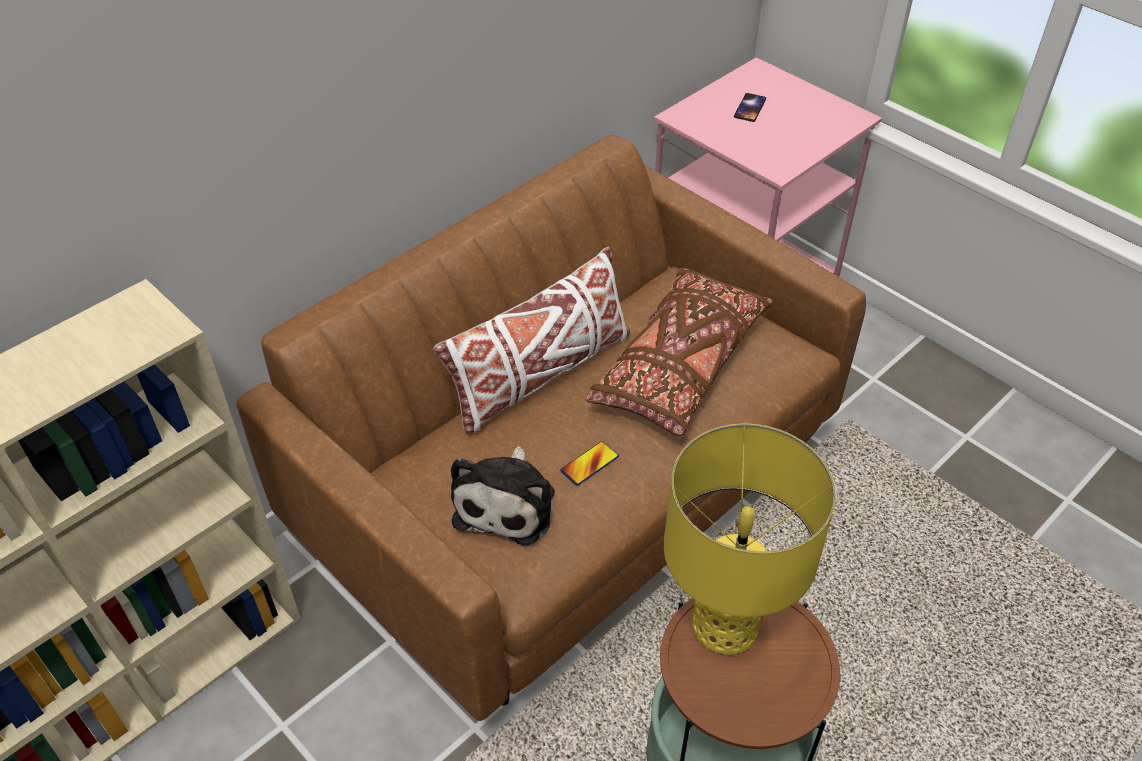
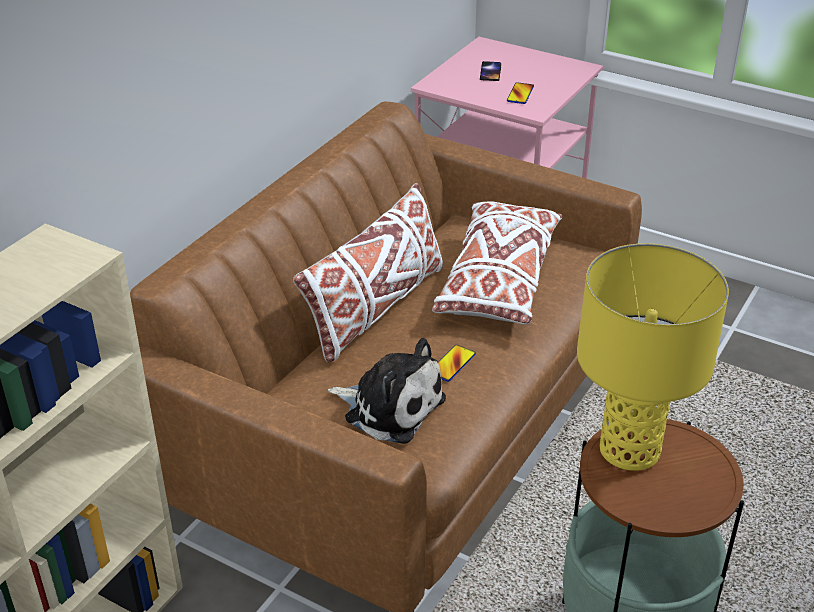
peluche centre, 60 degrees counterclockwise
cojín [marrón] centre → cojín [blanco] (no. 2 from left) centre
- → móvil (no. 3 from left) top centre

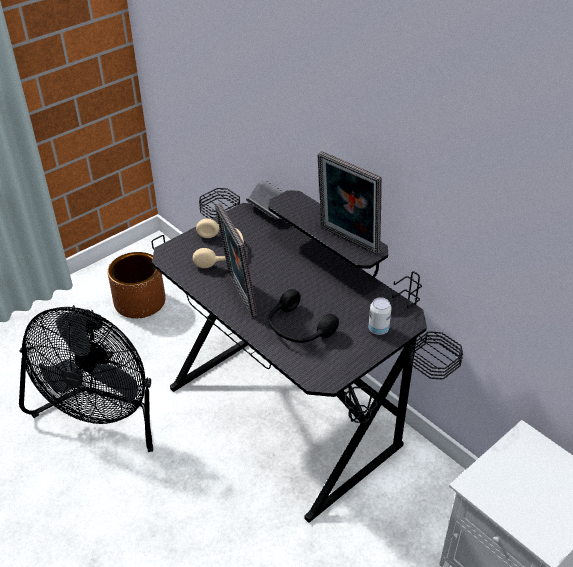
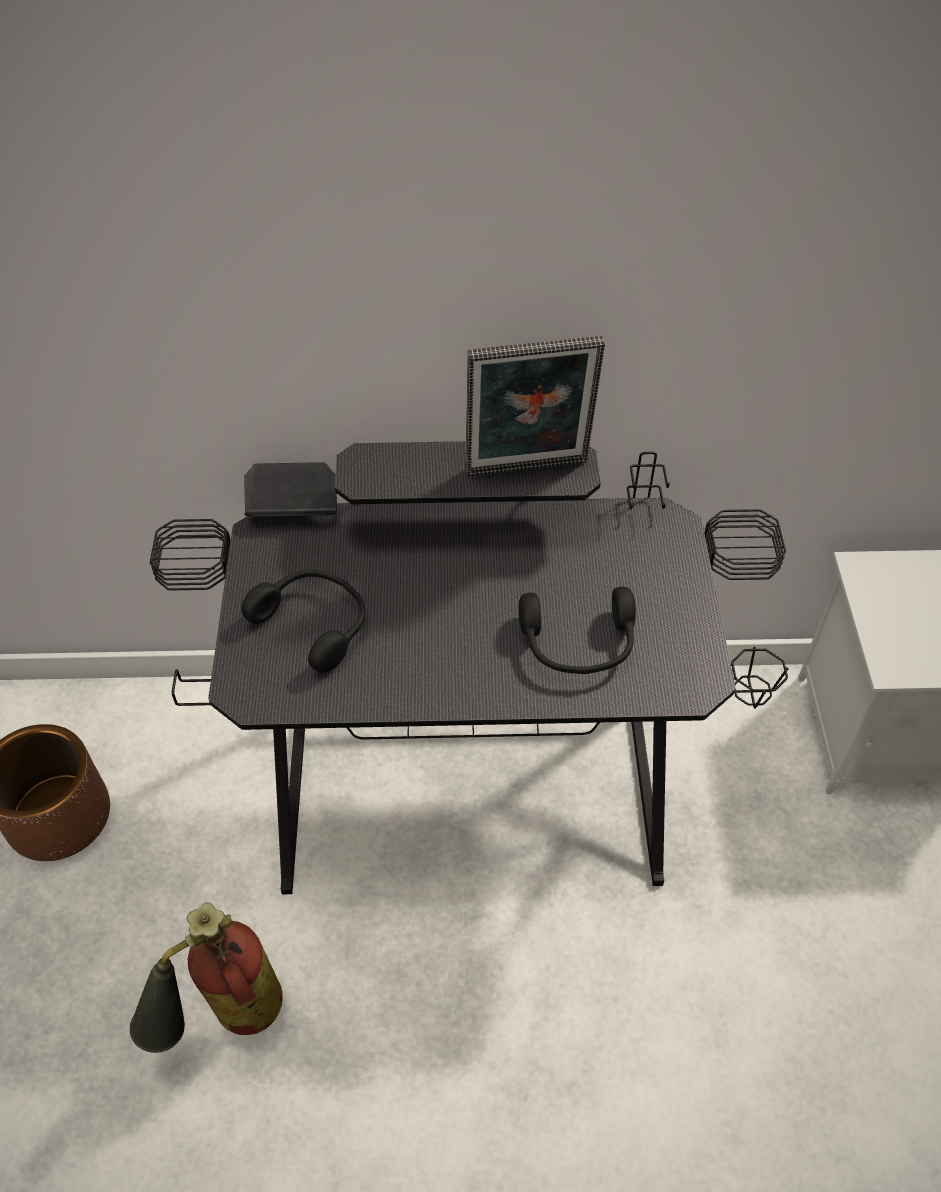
ventilador [negro] bottom left → extintor bottom left
auriculares [beis] centre → auriculares [negro] (no. 1 from left) middle left
portarretratos (no. 1 from left) centre → -
lata centre → -

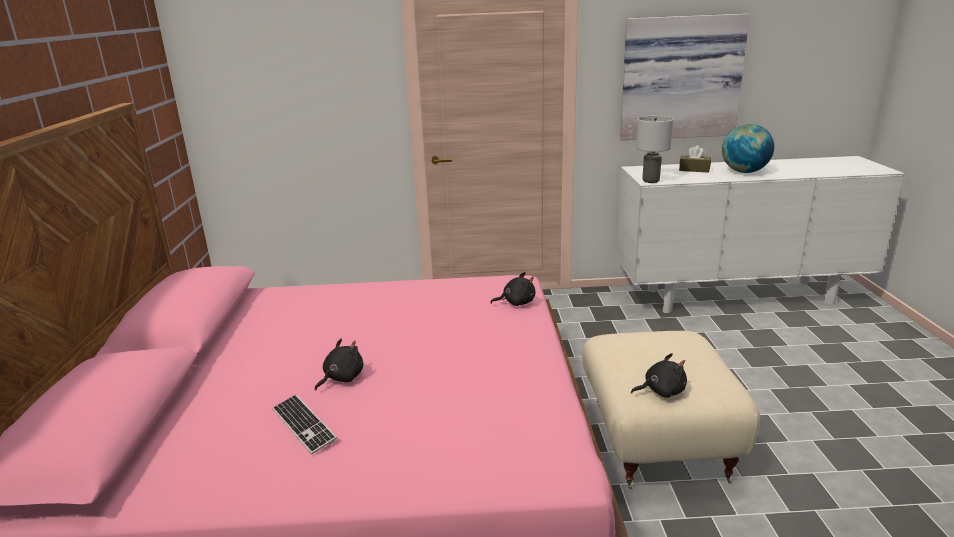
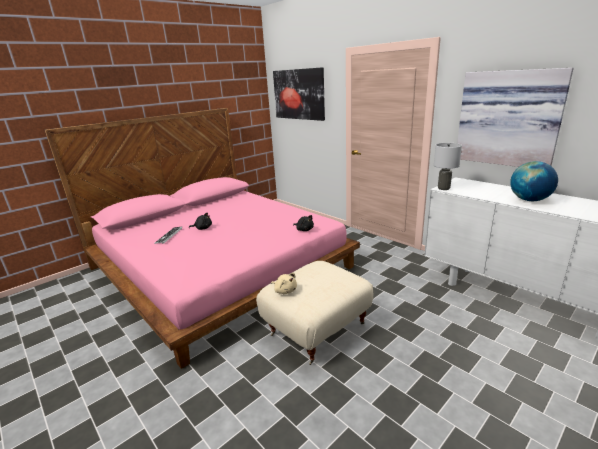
peluche [negro] (no. 3 from left) bottom right → peluche [beis] centre
caja de pañuelos [marrón] top right → -
- → cuadro (no. 1 from left) top centre

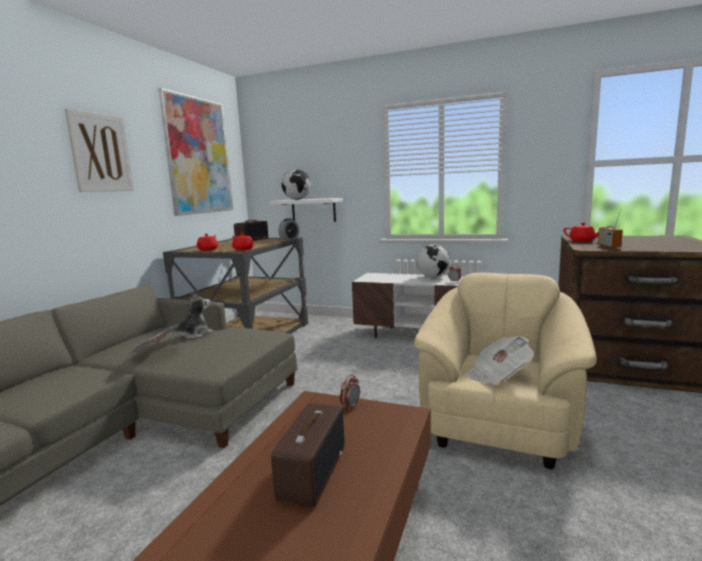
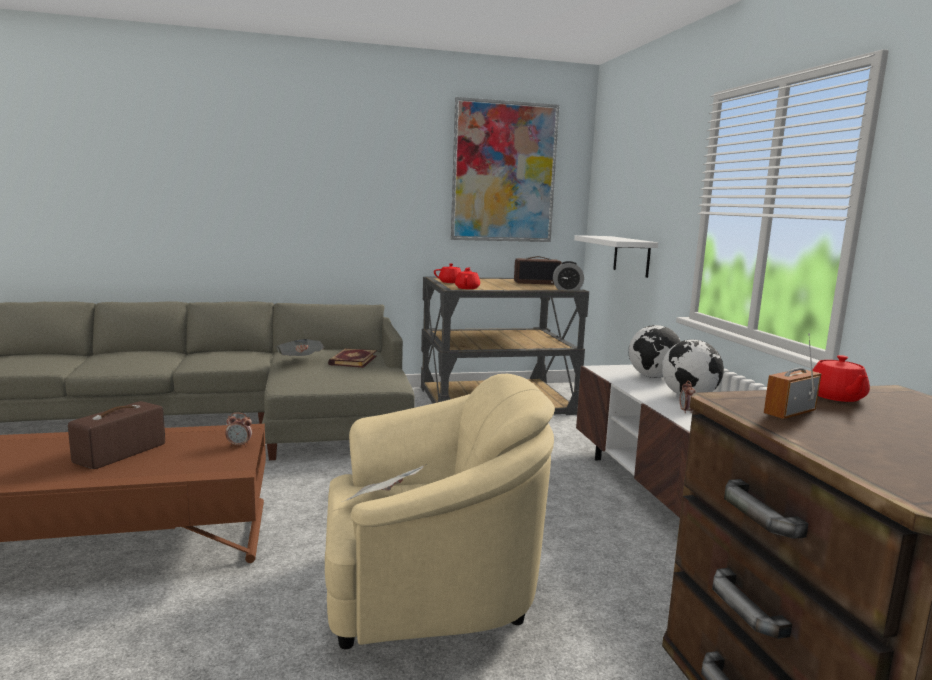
cuadro (no. 1 from left) top left → -
peluche middle left → libro centre
radio (no. 2 from left in the first image) bottom centre → radio (no. 1 from left) middle left, 135 degrees clockwise
globo terráqueo (no. 1 from left) top centre → globo terráqueo (no. 1 from left) middle right, relocated

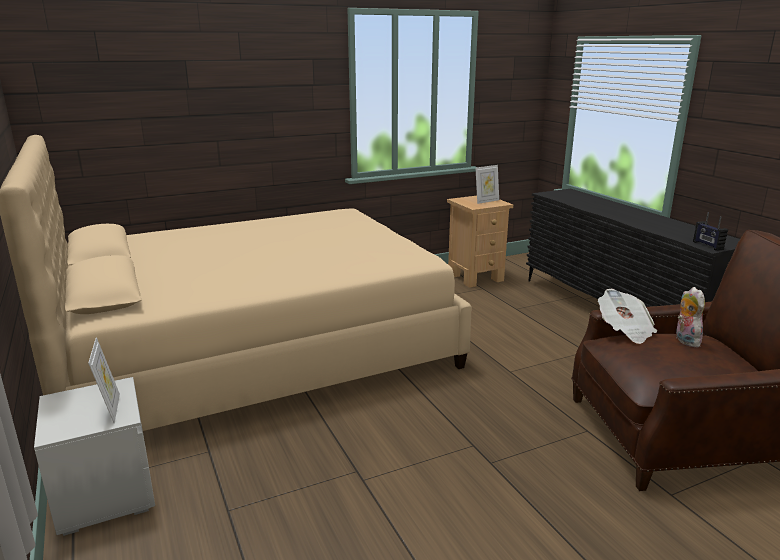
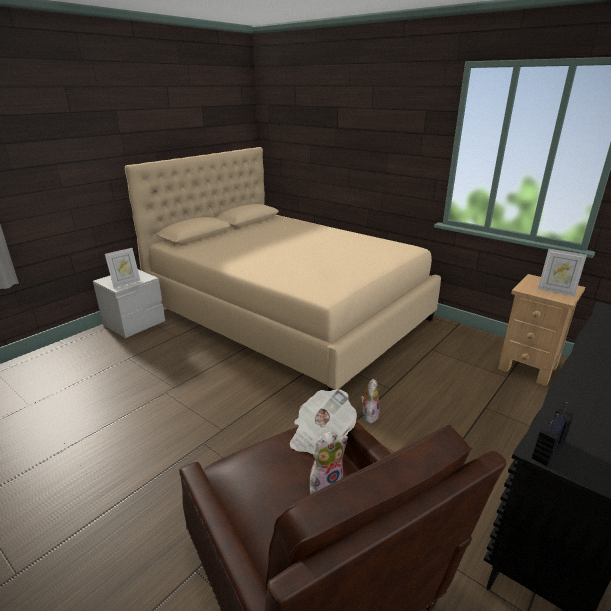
- → peluche (no. 2 from left) centre

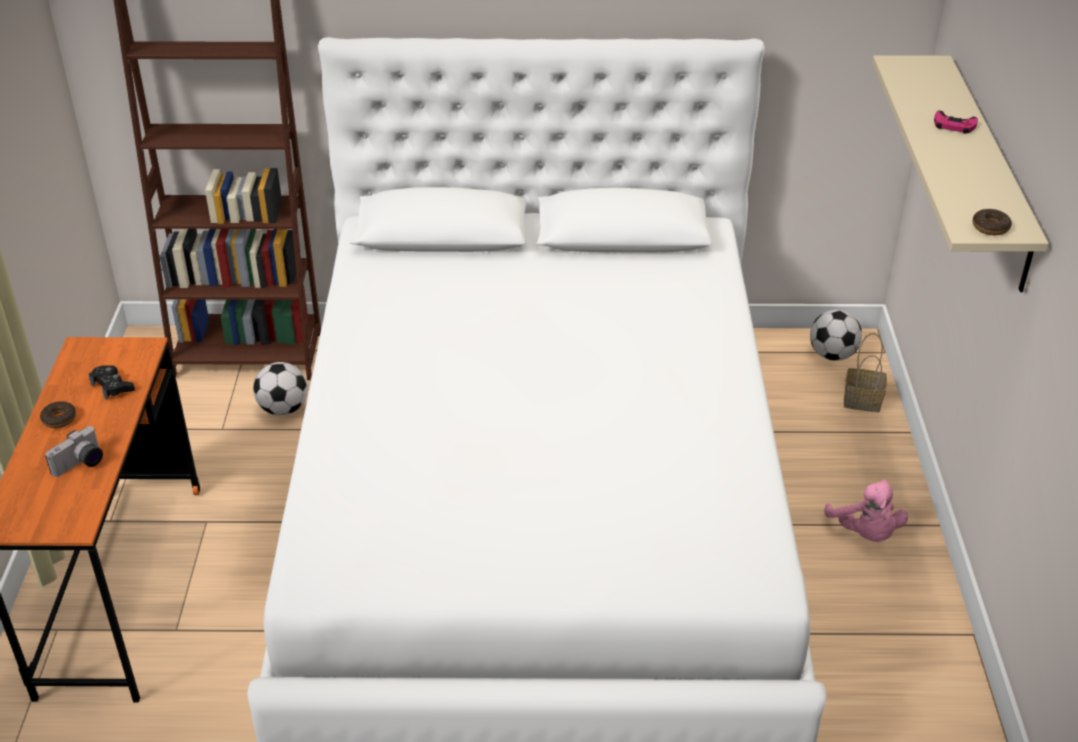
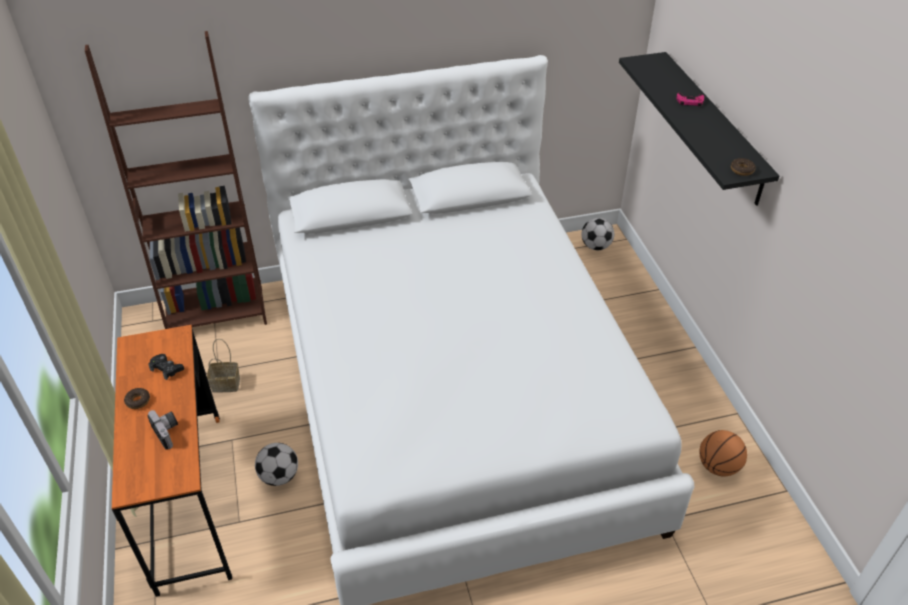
cámara middle left → cámara bottom left, 60 degrees counterclockwise
balón de fútbol (no. 1 from left) middle left → balón de fútbol (no. 1 from left) bottom left, relocated
peluche [rosa] bottom right → -
cesta middle right → cesta middle left, relocated
estante [beis] top right → estante [negro] top right
- → balón de baloncesto bottom right

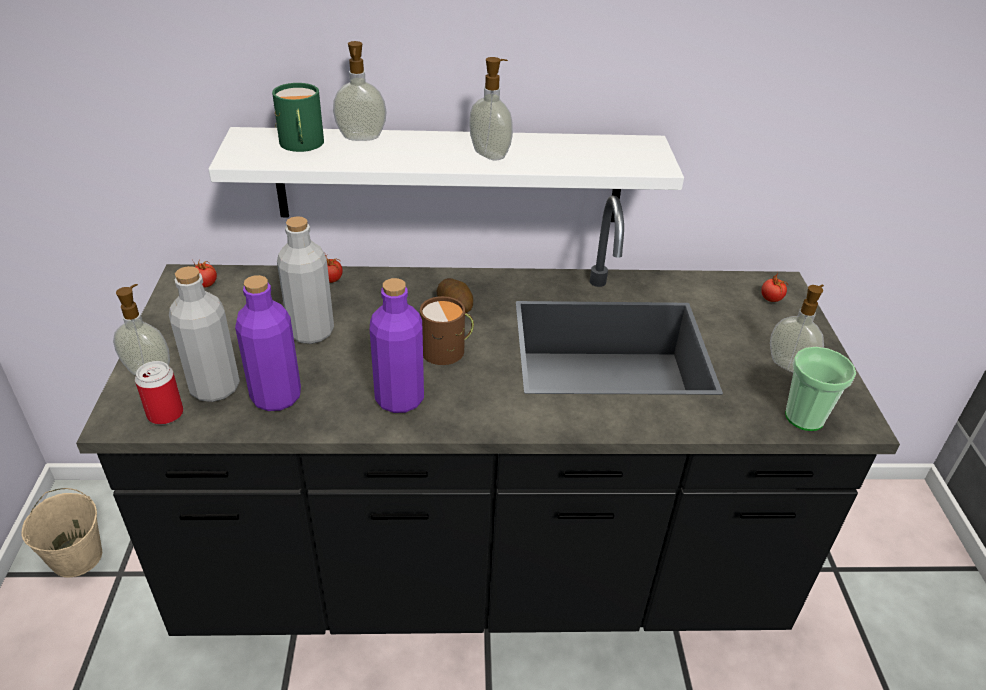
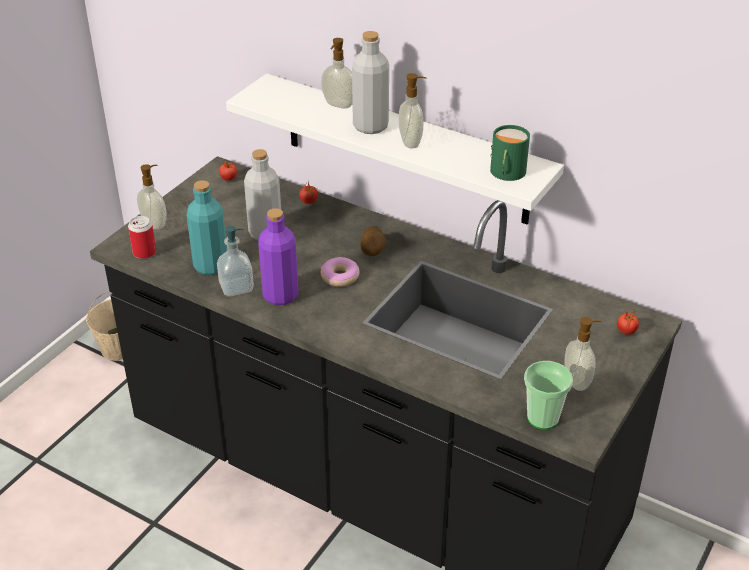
botella [gris] (no. 1 from left in the first image) middle left → botella [gris] (no. 2 from left) top centre, relocated
botella [morado] (no. 1 from left) middle left → botella [turquesa] middle left
taza grande [verde] top left → taza grande [verde] top right, relocated
taza grande [marrón] centre → rosquilla centre
- → dispensador de jabón (no. 2 from left) middle left

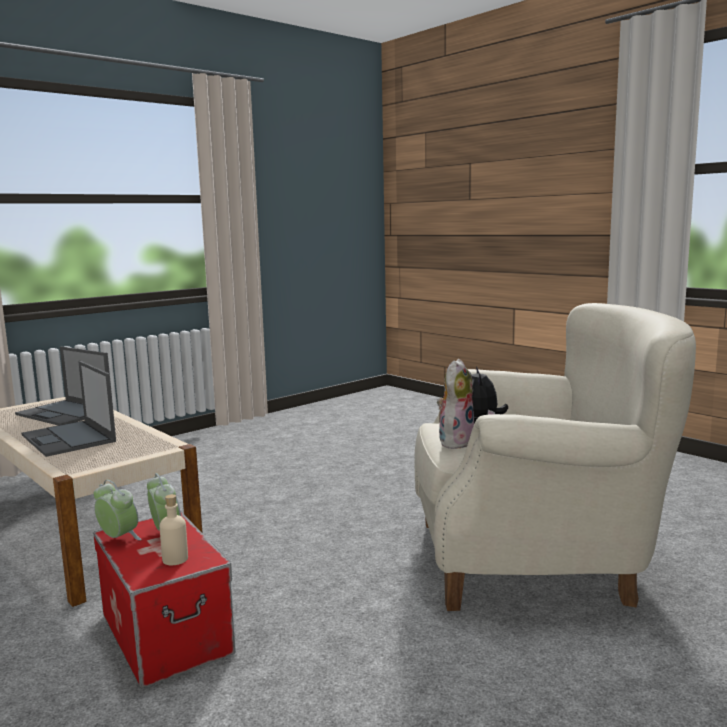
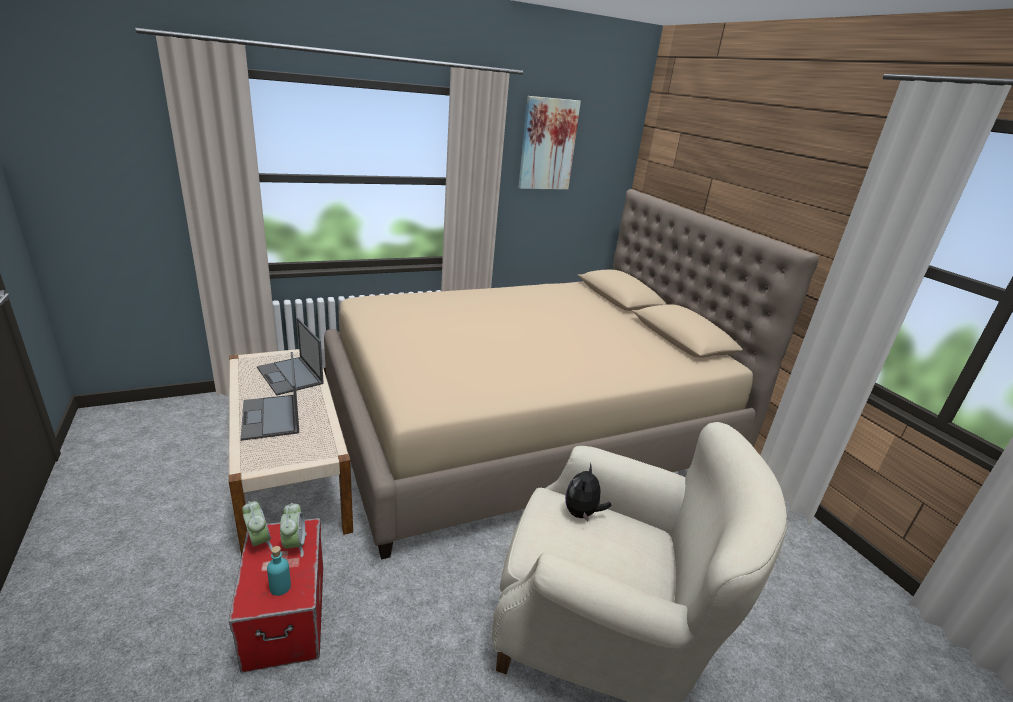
botella [beis] bottom left → botella [turquesa] bottom left
peluche (no. 1 from left) centre → -
- → cama [beis] centre
- → cuadro top centre

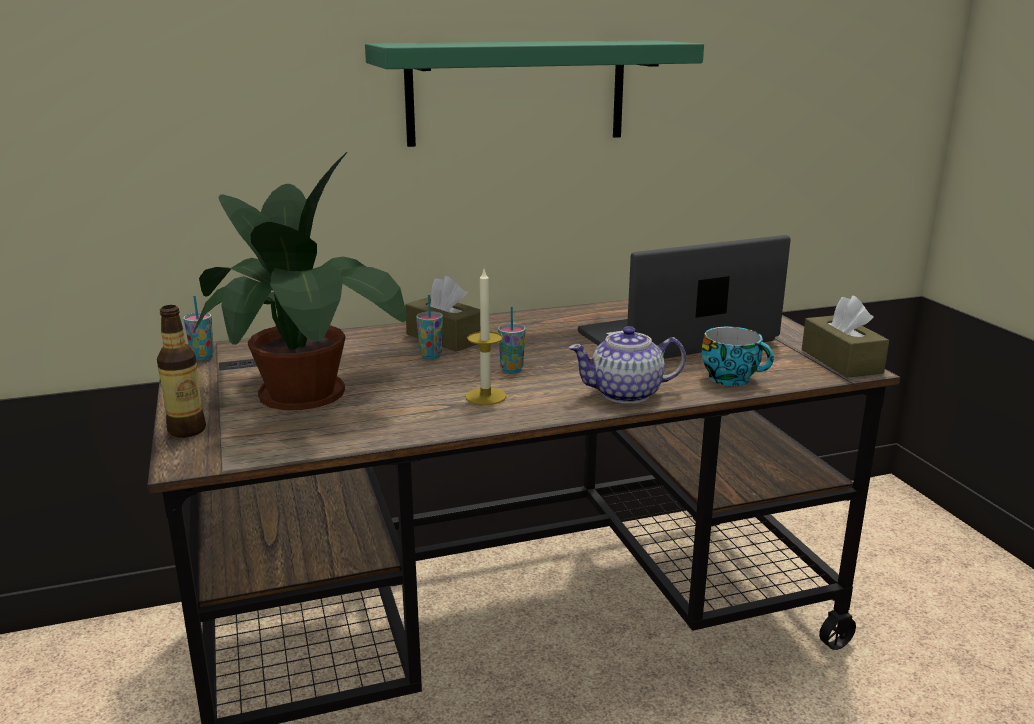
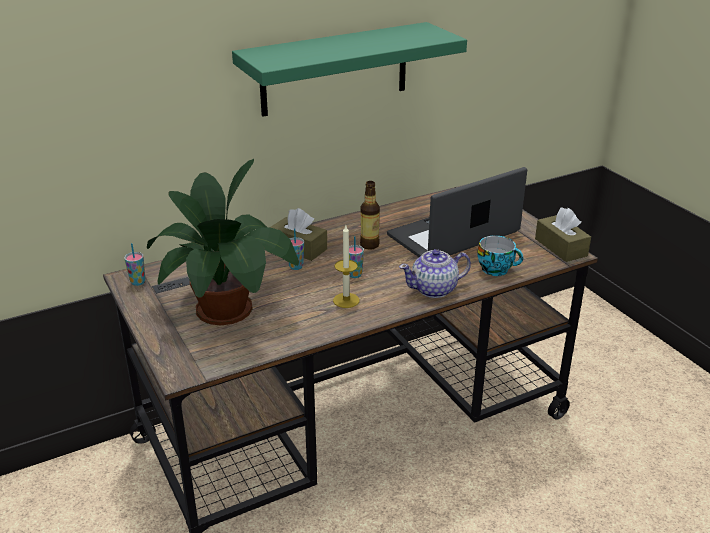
botella middle left → botella centre, relocated

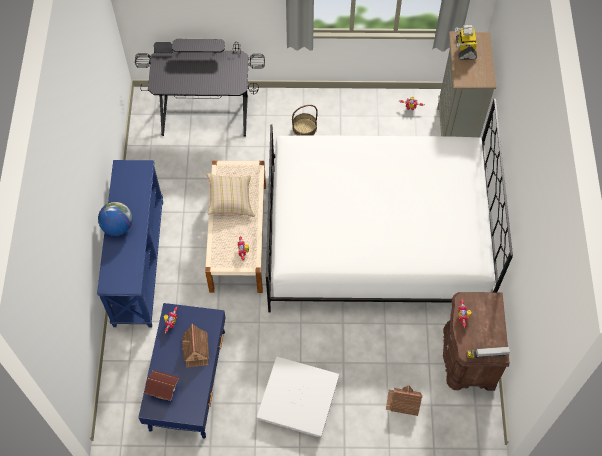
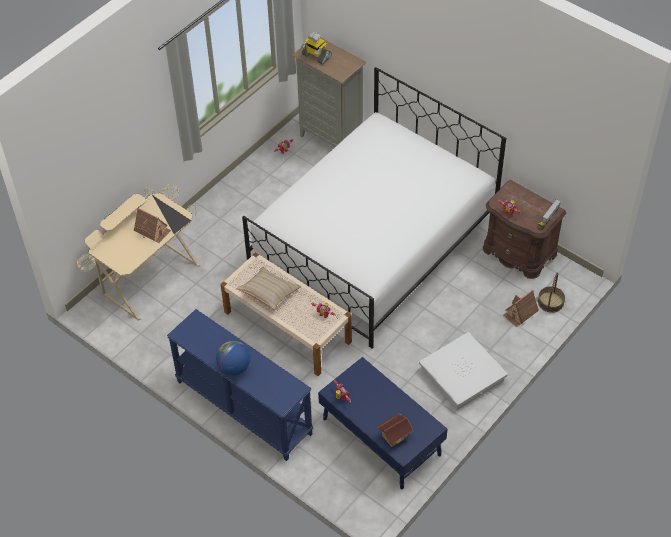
escritorio [negro] top left → escritorio [beis] middle left
casita (no. 2 from left in the first image) bottom left → casita (no. 1 from left) middle left, relocated
cesta top centre → cesta middle right, relocated

